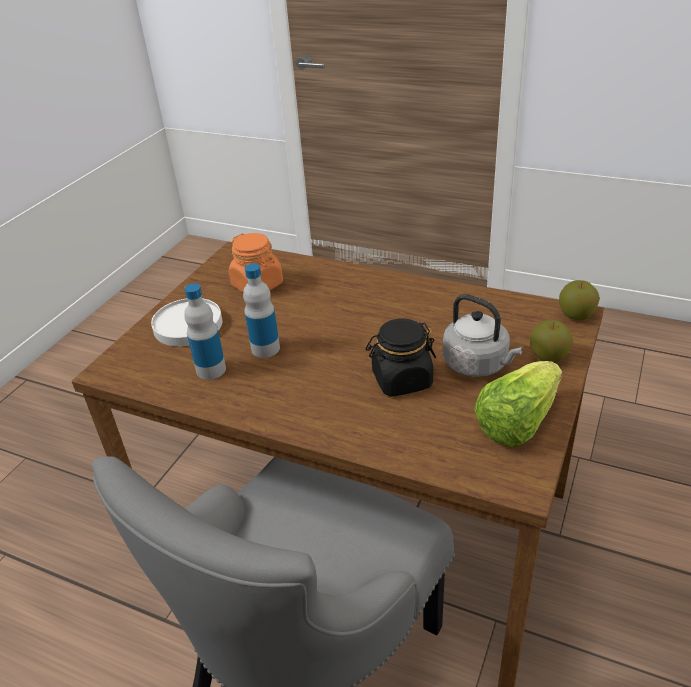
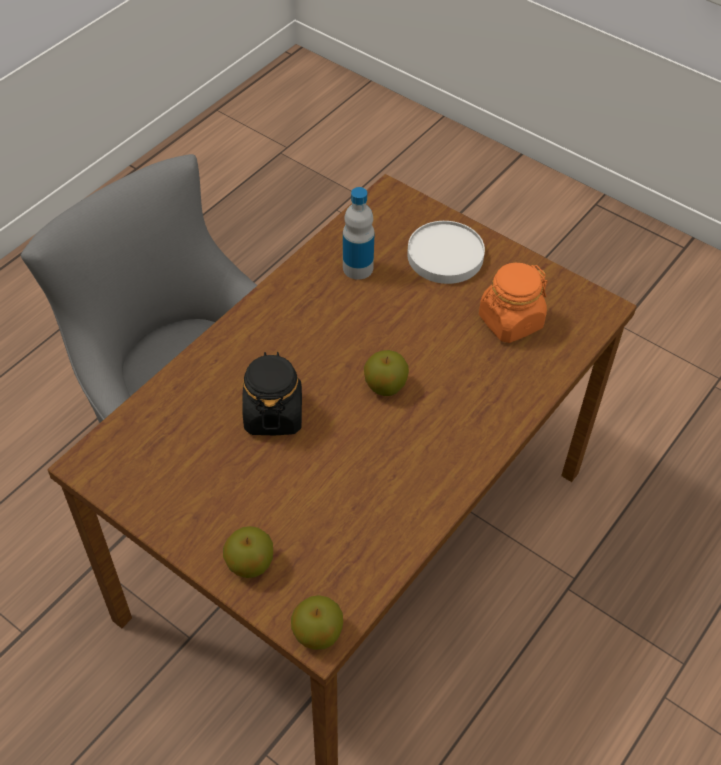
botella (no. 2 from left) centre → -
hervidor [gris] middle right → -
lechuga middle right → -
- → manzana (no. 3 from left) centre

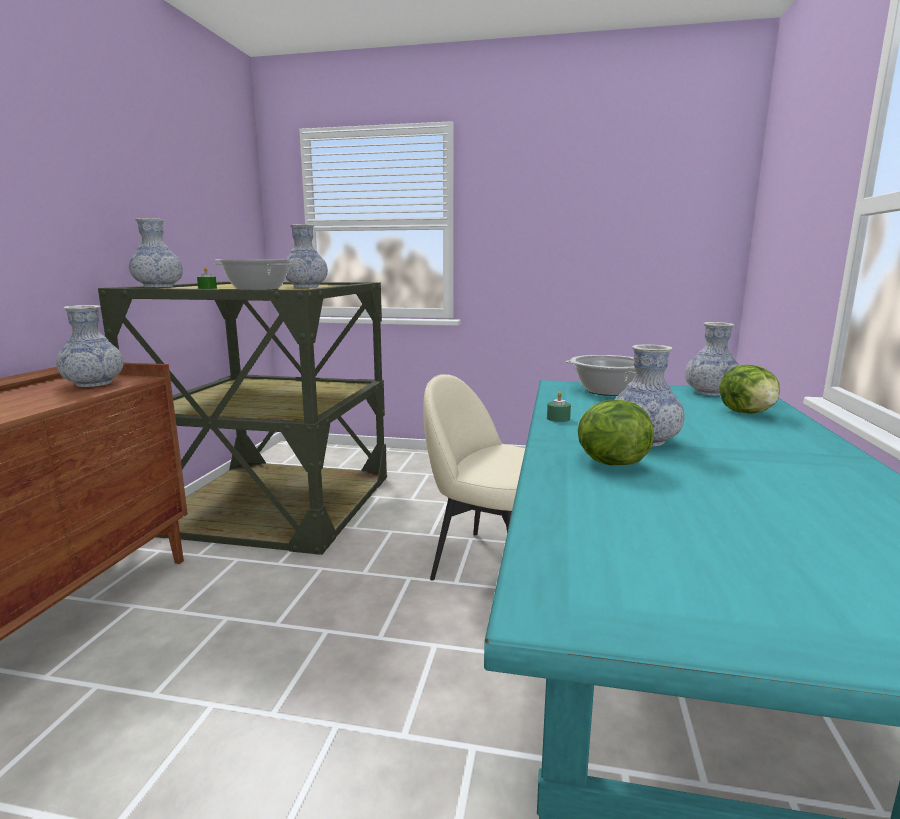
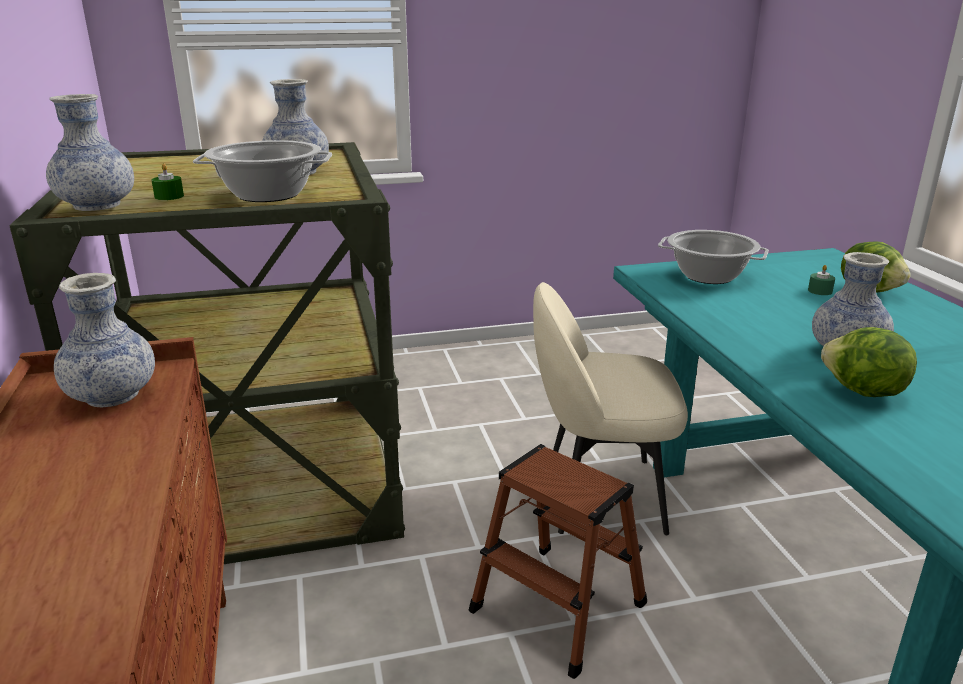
vela [verde] (no. 2 from left) centre → vela [verde] (no. 2 from left) middle right, relocated
florero (no. 5 from left) middle right → -
- → escalera de tijera [marrón] bottom centre

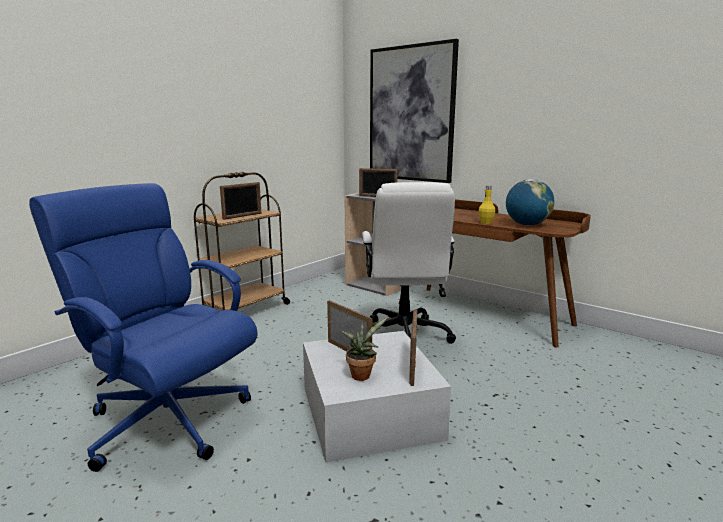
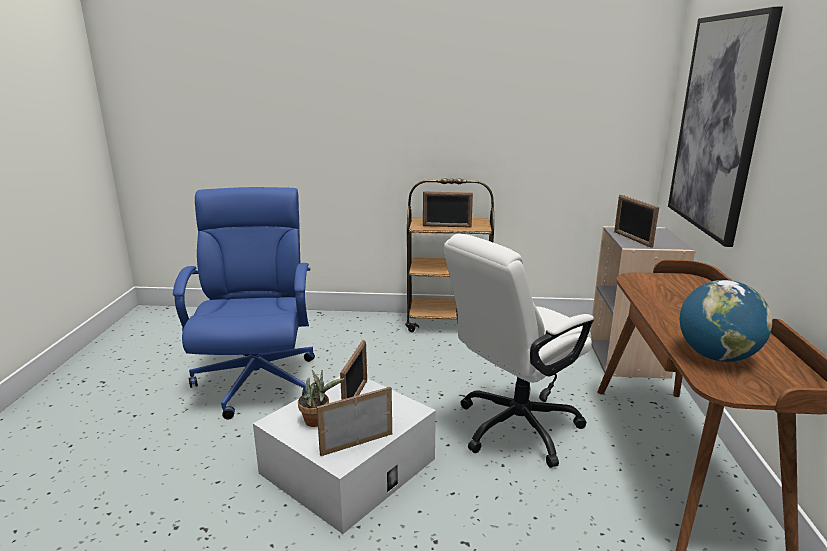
botella [amarillo] middle right → -

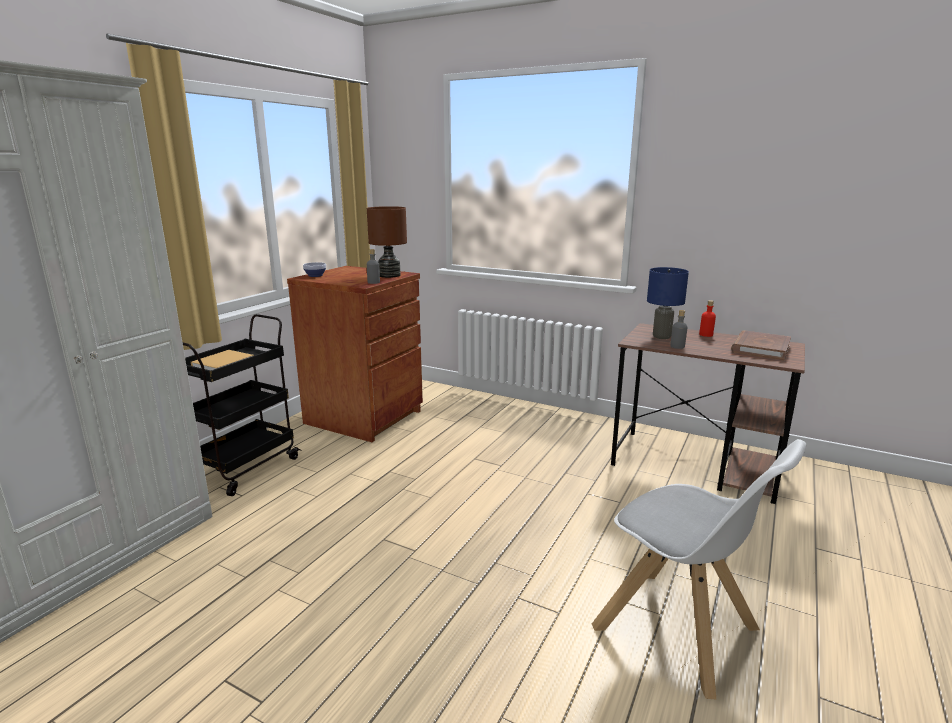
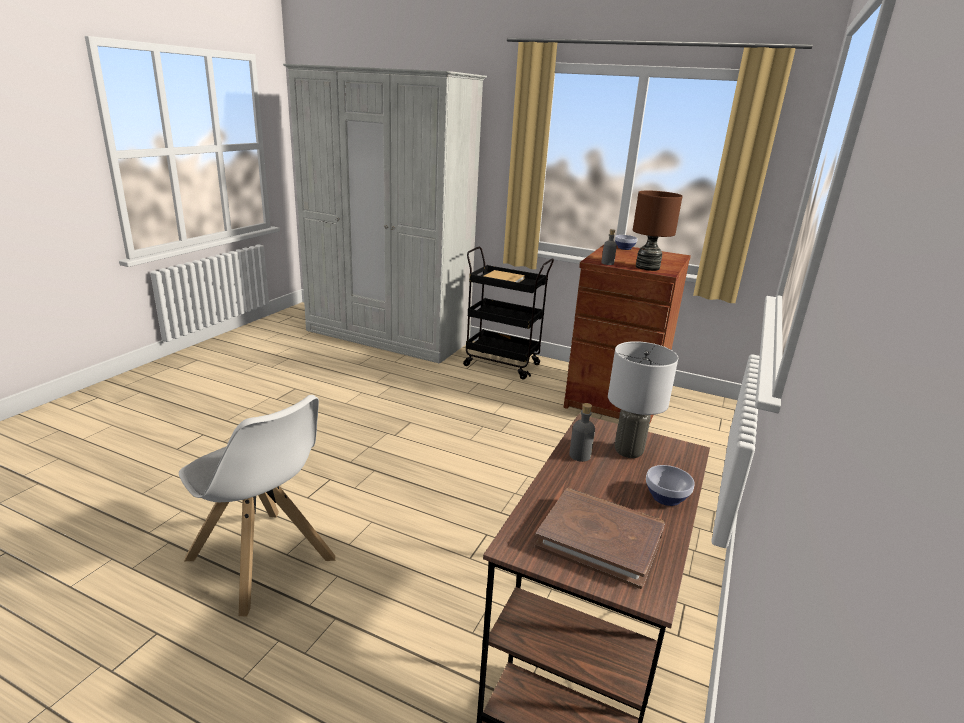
silla bottom right → silla bottom left, 90 degrees counterclockwise
lámpara de mesa [azul] middle right → lámpara de mesa [blanco] middle right
botella [rojo] middle right → cuenco (no. 2 from left) bottom right

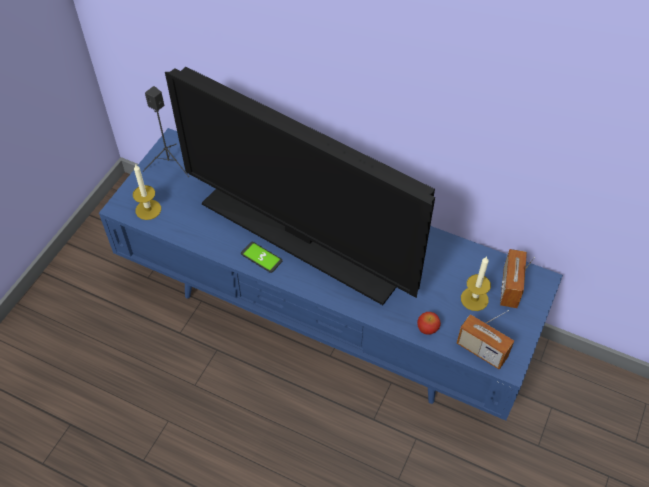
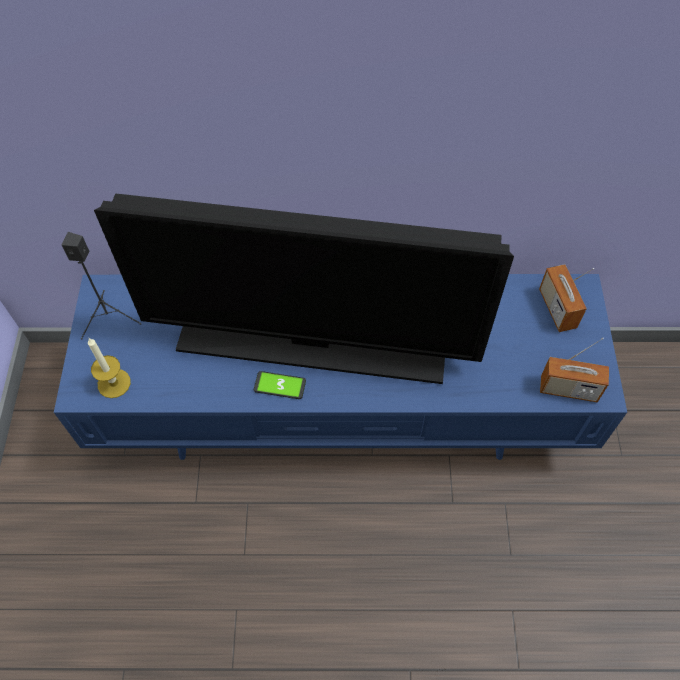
manzana centre → -
vela (no. 2 from left) middle right → -

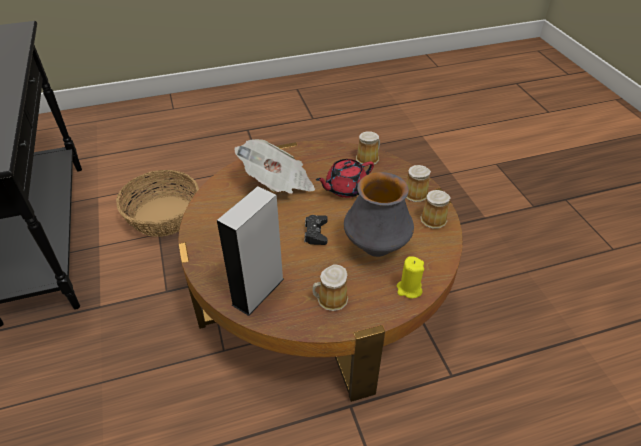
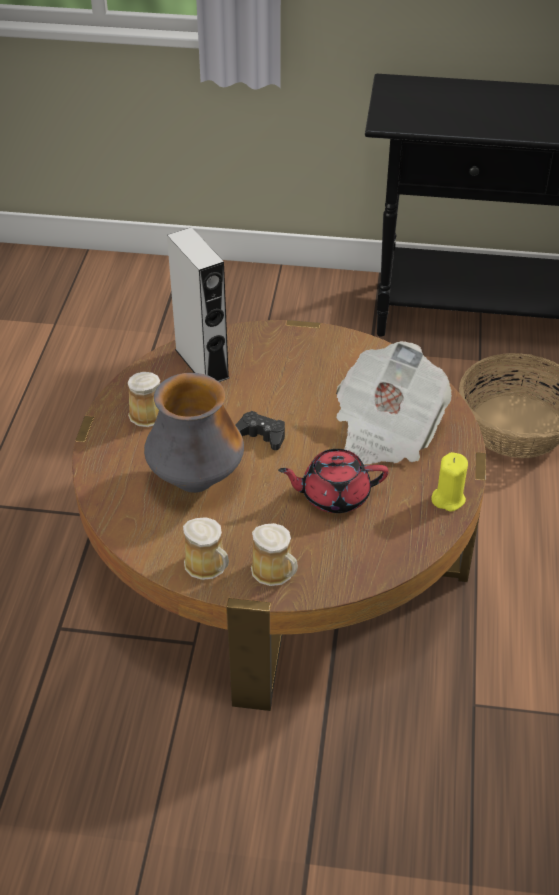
tetera [rojo] centre, 90 degrees counterclockwise
taza grande (no. 2 from left) top centre → -
vela [amarillo] centre → vela [amarillo] middle right, relocated

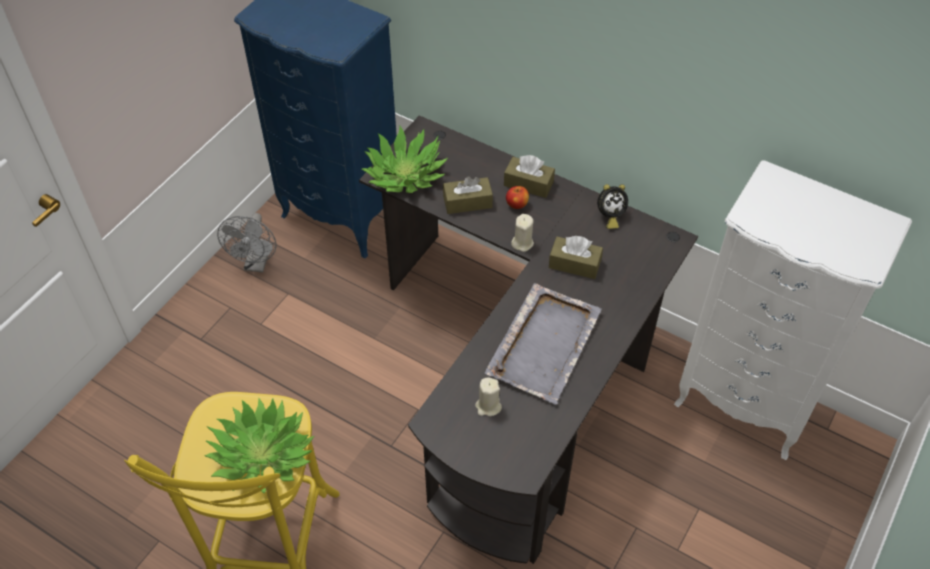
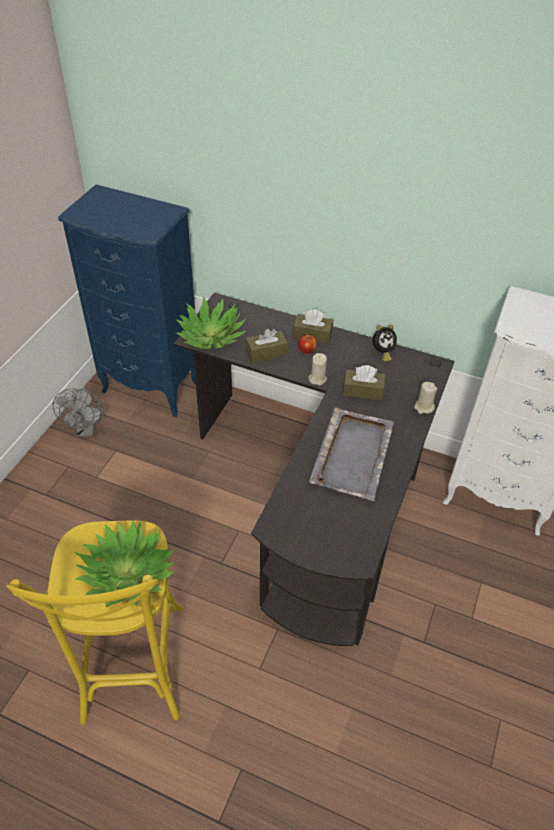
vela [beis] (no. 1 from left in the first image) bottom centre → vela [beis] (no. 2 from left) middle right, relocated

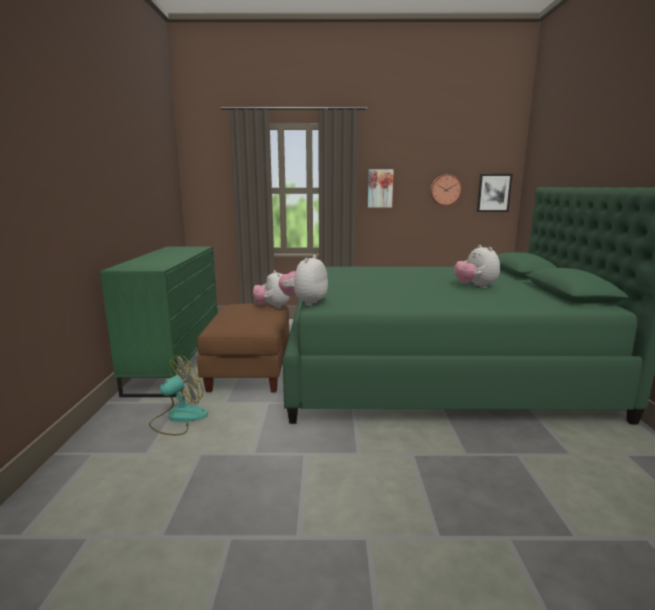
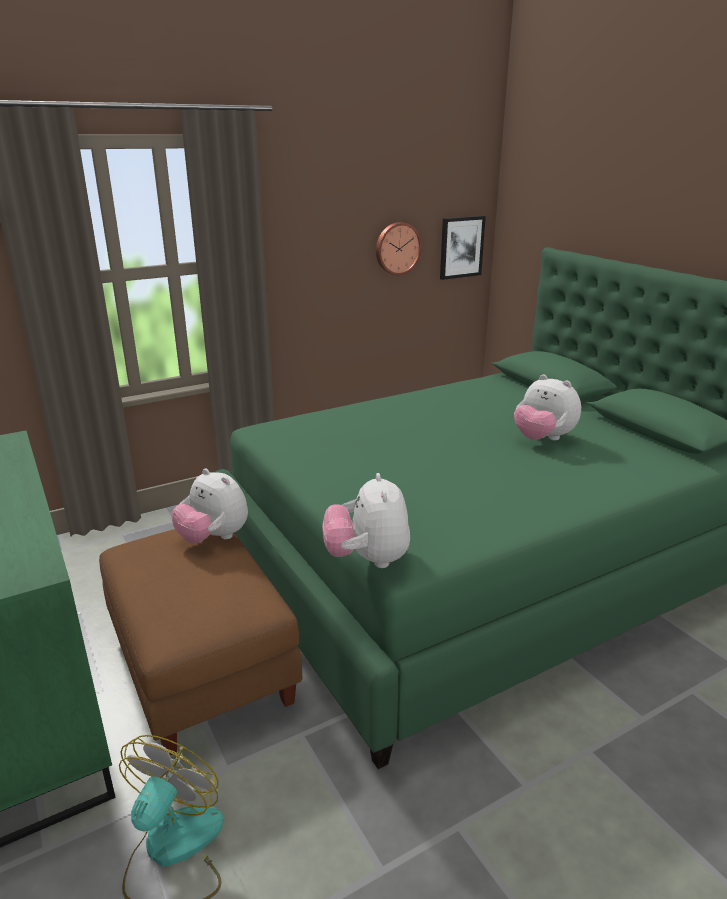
cuadro (no. 1 from left) top centre → -

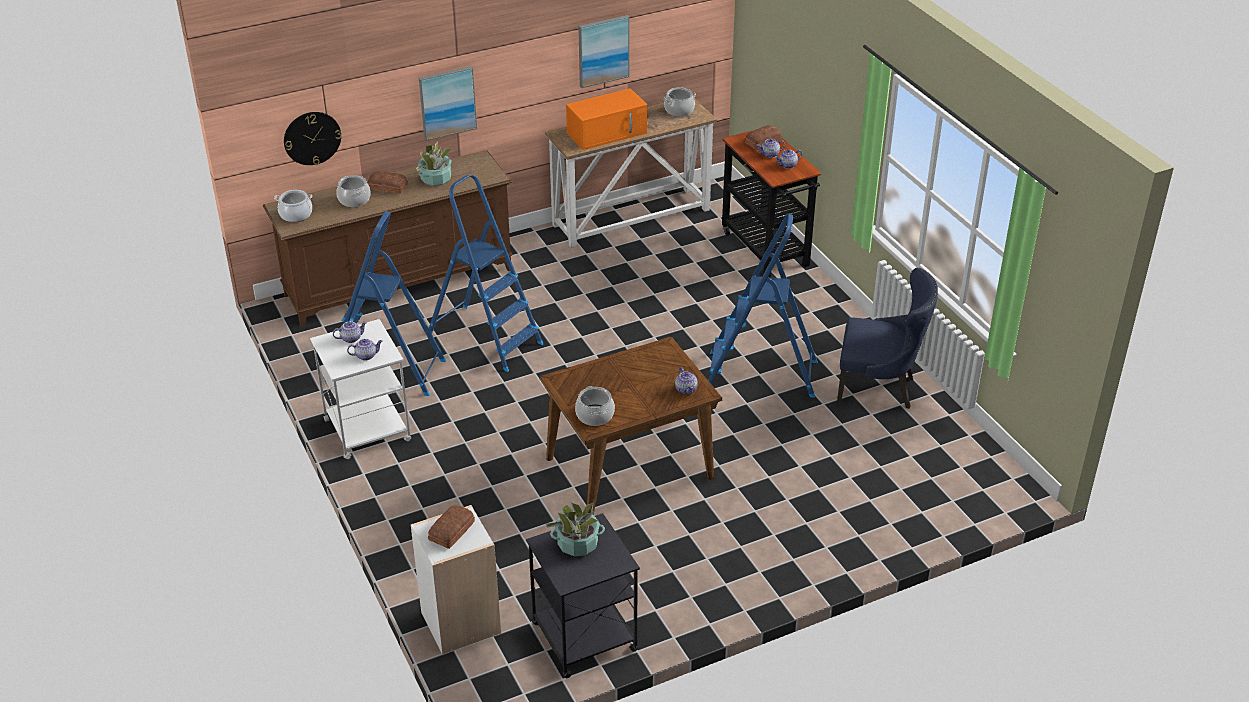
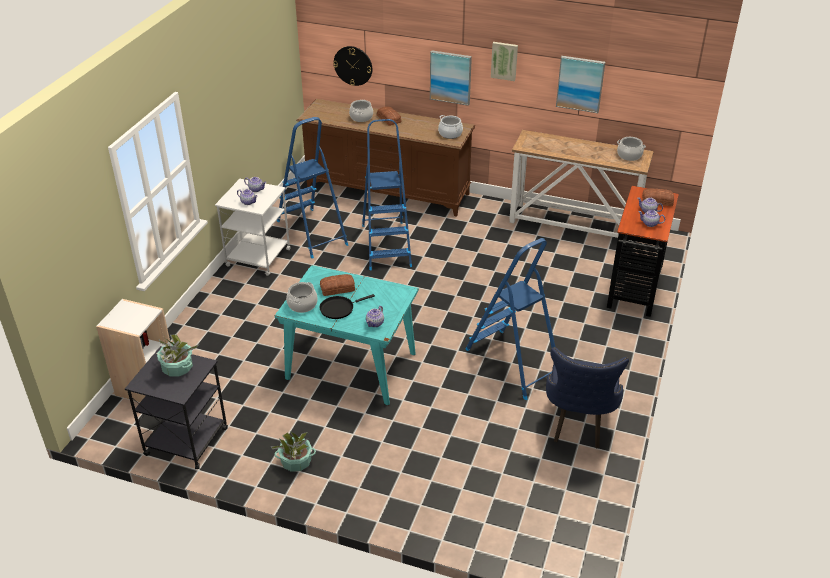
olla (no. 1 from left in the first image) top left → olla (no. 3 from left) top centre, relocated
planta en maceta (no. 1 from left in the first image) top centre → planta en maceta (no. 2 from left) bottom centre, relocated
pan (no. 2 from left in the first image) bottom centre → pan (no. 1 from left) centre, relocated
mesa de comedor [marrón] centre → mesa de comedor [turquesa] centre
microondas [naranja] top centre → -
silla [azul] middle right → silla [azul] bottom right, 45 degrees clockwise
- → sartén [negro] centre
- → cuadro (no. 2 from left) top centre

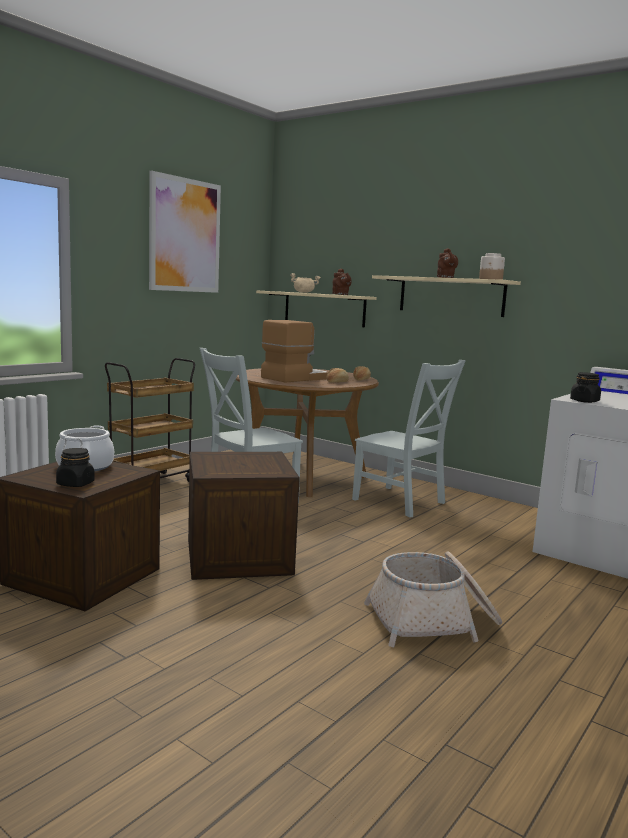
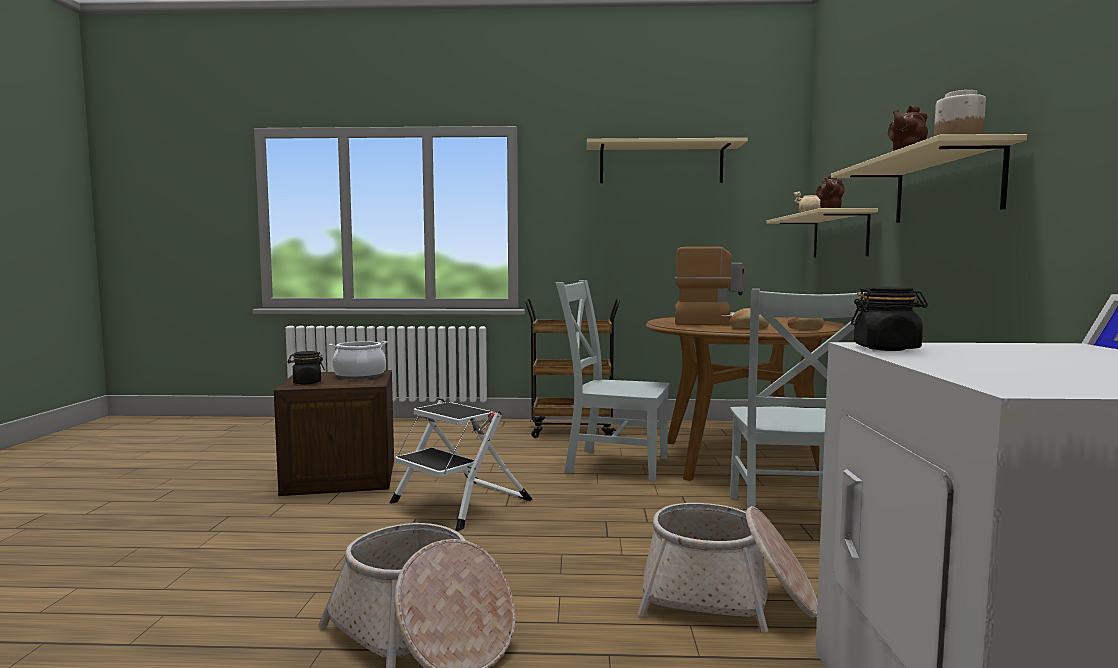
cuadro top left → estante [beis] (no. 1 from left) top centre
caja de embalaje (no. 2 from left) centre → escalera de tijera bottom centre
- → cesta (no. 2 from left) bottom centre

